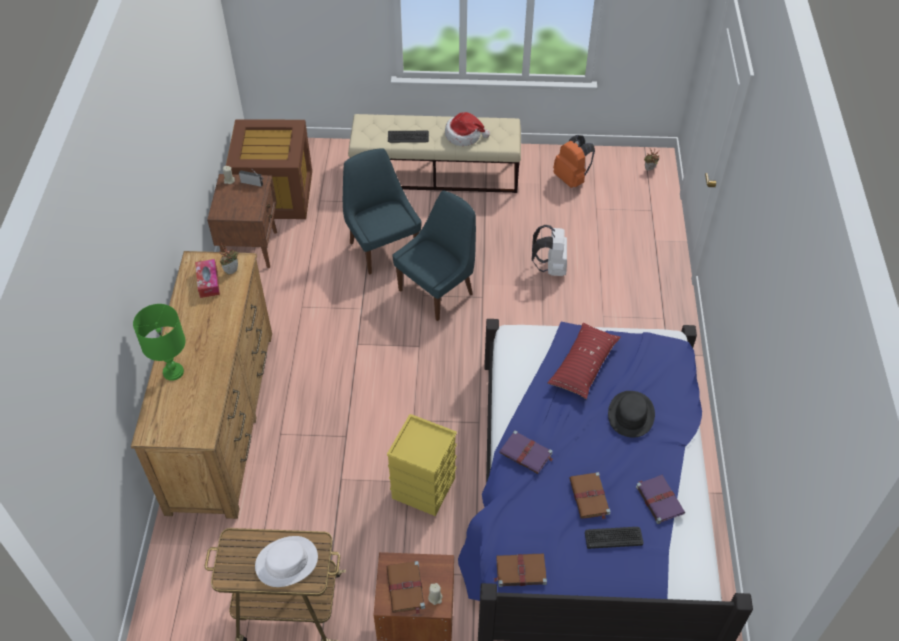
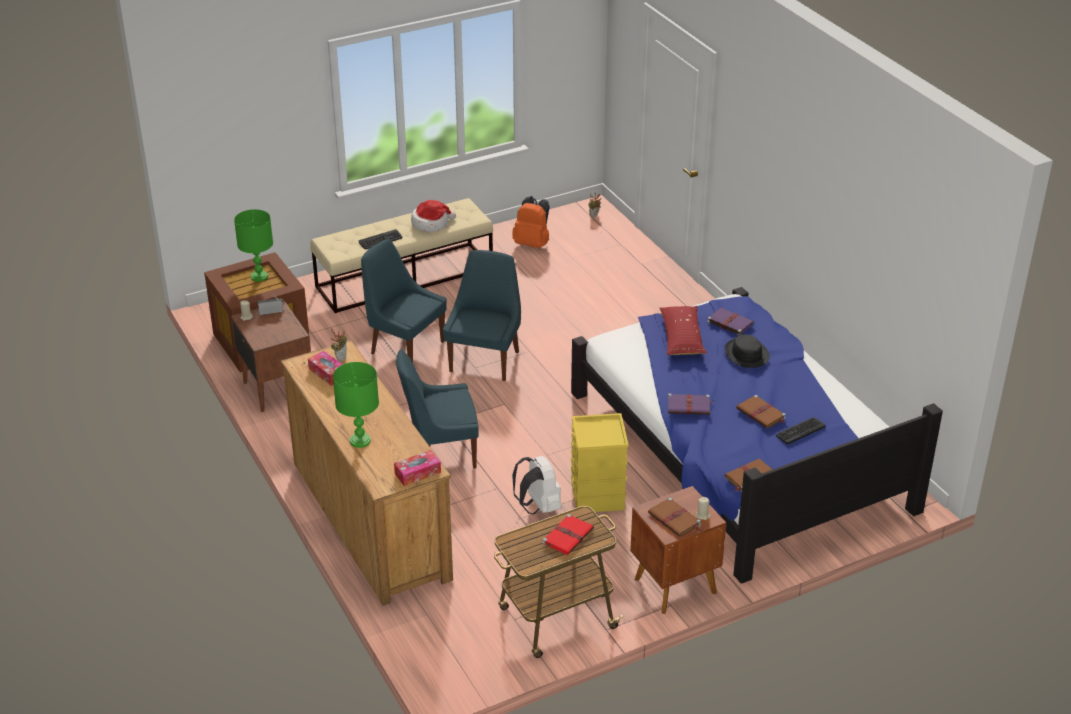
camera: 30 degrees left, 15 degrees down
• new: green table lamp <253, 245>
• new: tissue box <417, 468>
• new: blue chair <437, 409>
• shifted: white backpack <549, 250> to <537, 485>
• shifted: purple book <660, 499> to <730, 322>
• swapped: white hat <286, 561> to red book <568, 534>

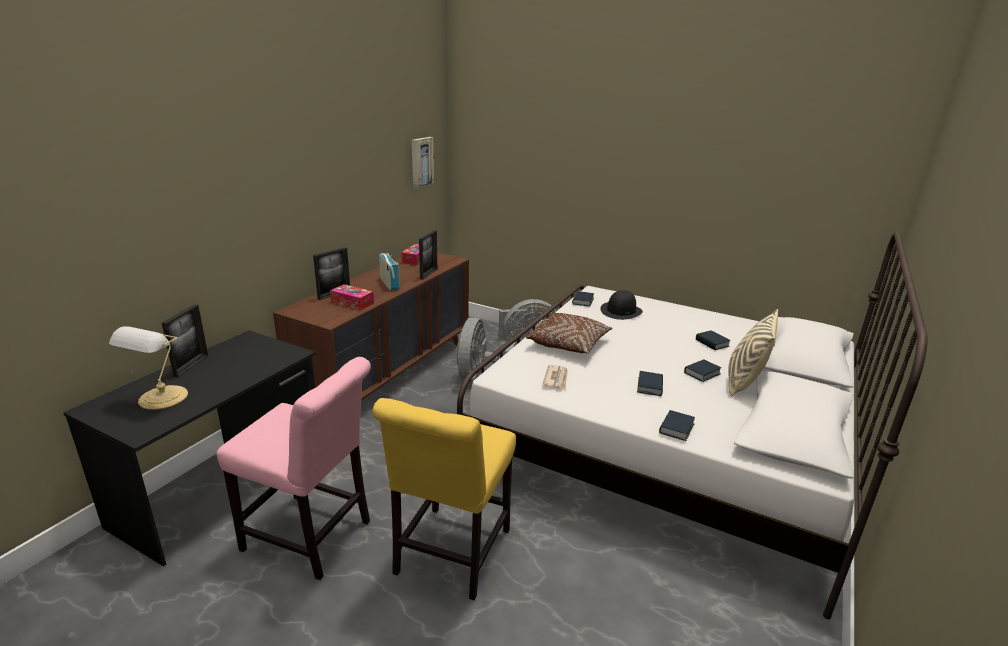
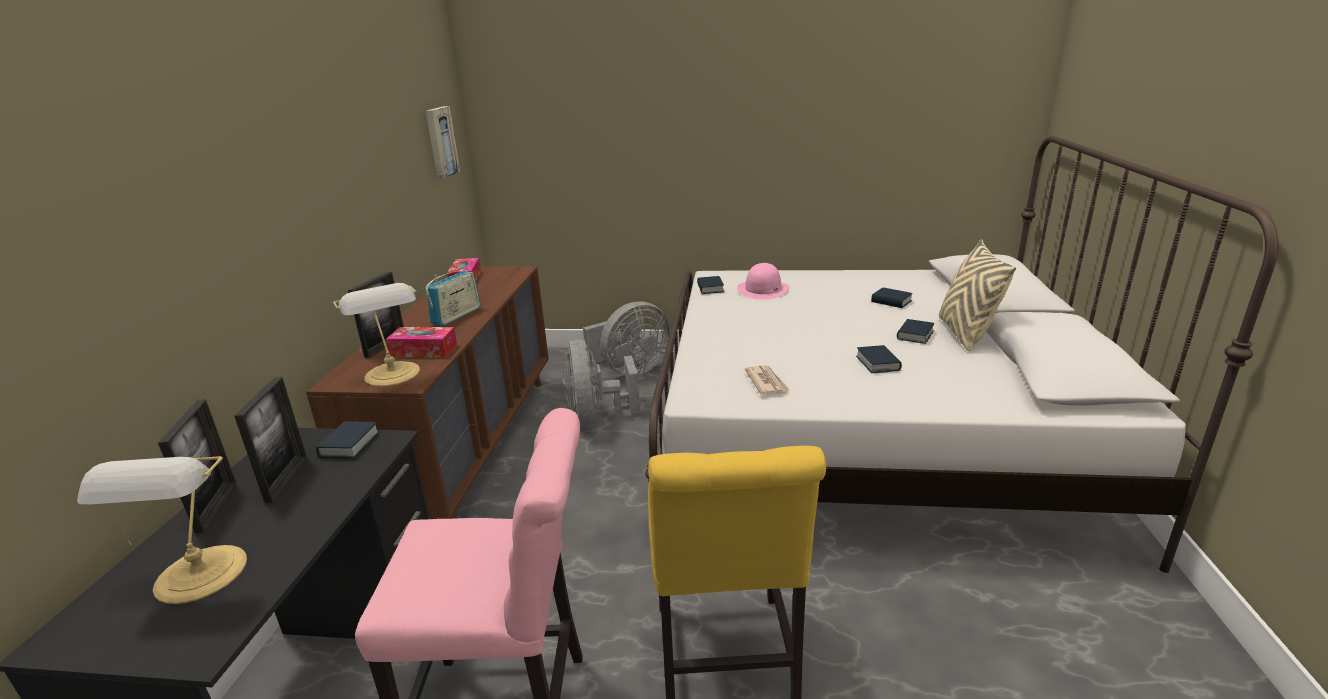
camera: 20 degrees left, 0 degrees up
• gone: brown pillow <569, 333>
• new: table lamp <376, 334>
• shifted: picture frame <428, 255> to <270, 440>
• shifted: book <677, 425> to <348, 439>
• repainted: black hat <621, 305> to pink hat <763, 281>
• rotated: radio <389, 271> = <453, 298> 75 degrees clockwise

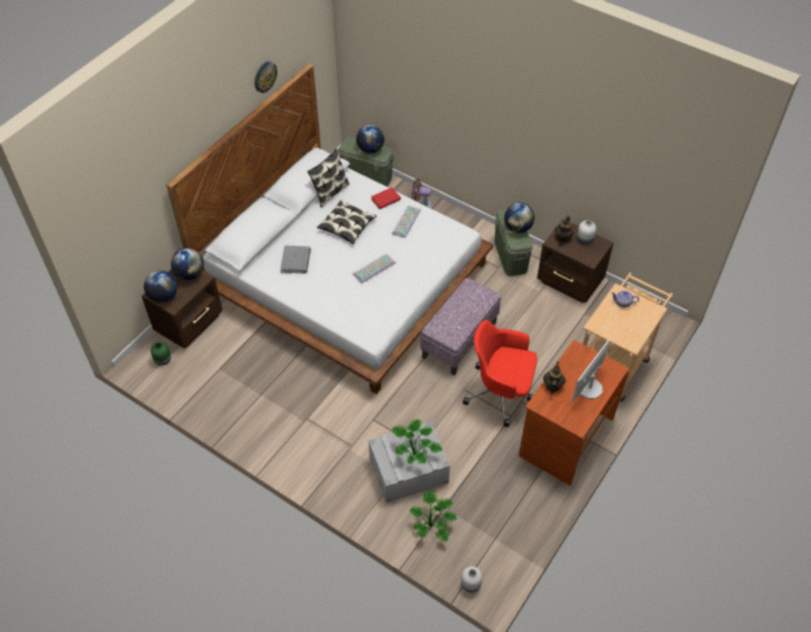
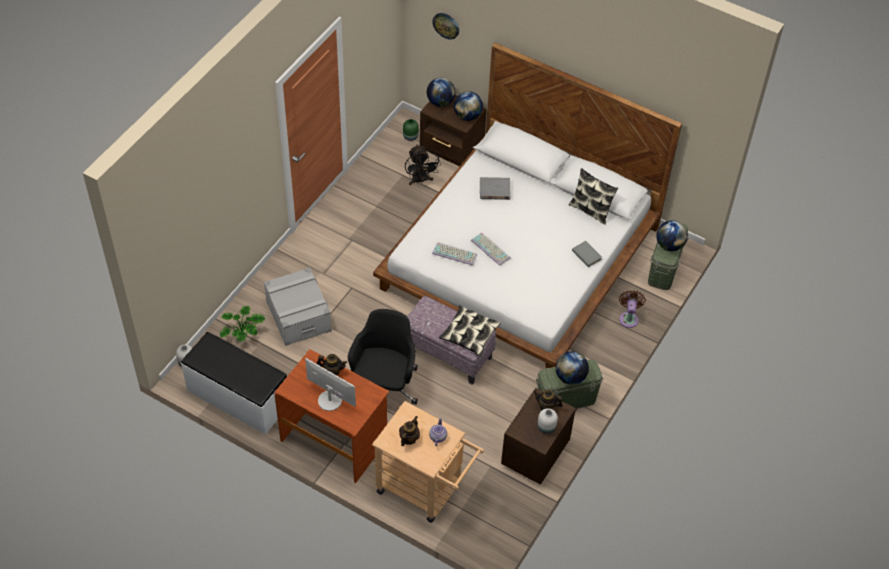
camera: 85 degrees right, 0 degrees up
• gone: potted plant <417, 442>
• new: white bench <234, 383>
• new: teapot <409, 431>
• new: black fan <423, 164>
• shifted: wall clock <266, 77> to <445, 26>
• shifted: pillow <347, 222> to <470, 330>
• shifted: keyboard <406, 221> to <454, 254>
• repainted: red book <386, 198> to grey book <587, 254>
• repainted: red office chair <500, 373> to black office chair <383, 356>

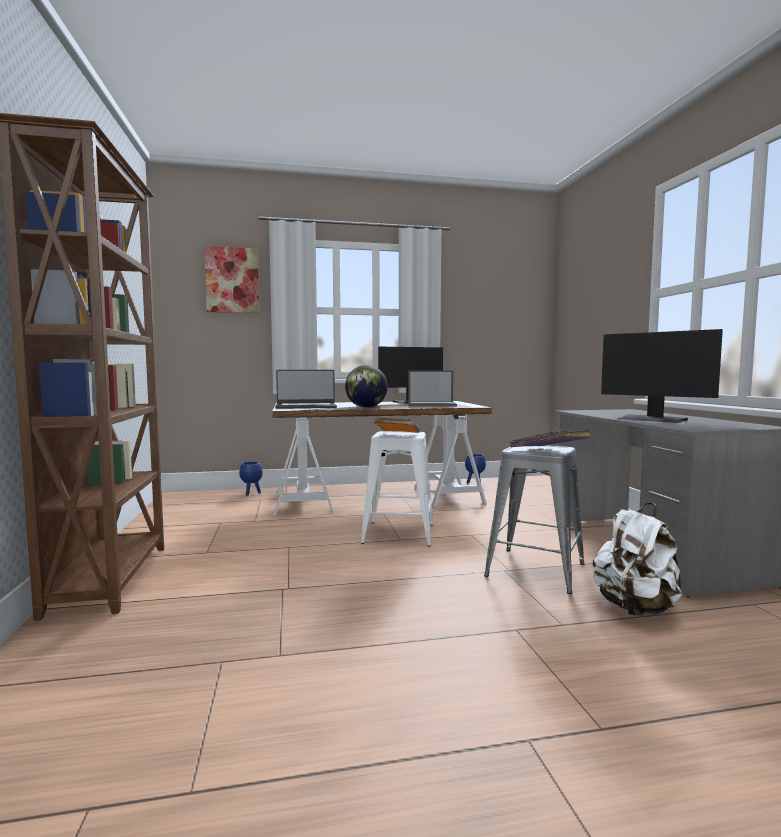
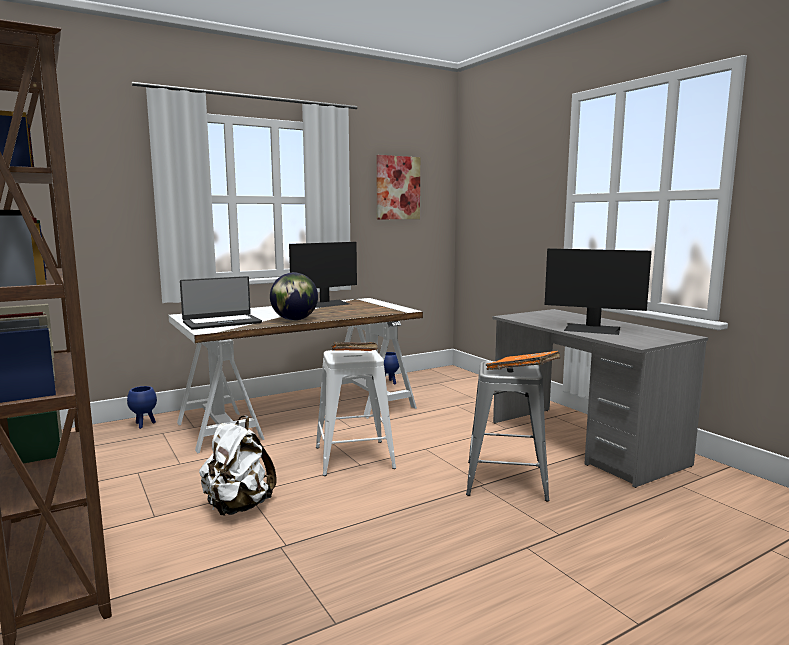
camera: 20 degrees left, 5 degrees up
• gone: laptop <432, 388>
• shifted: picture <232, 279> to <398, 187>
• shifted: white backpack <637, 559> to <238, 465>
• repainted: purple book <550, 438> to orange book <523, 360>

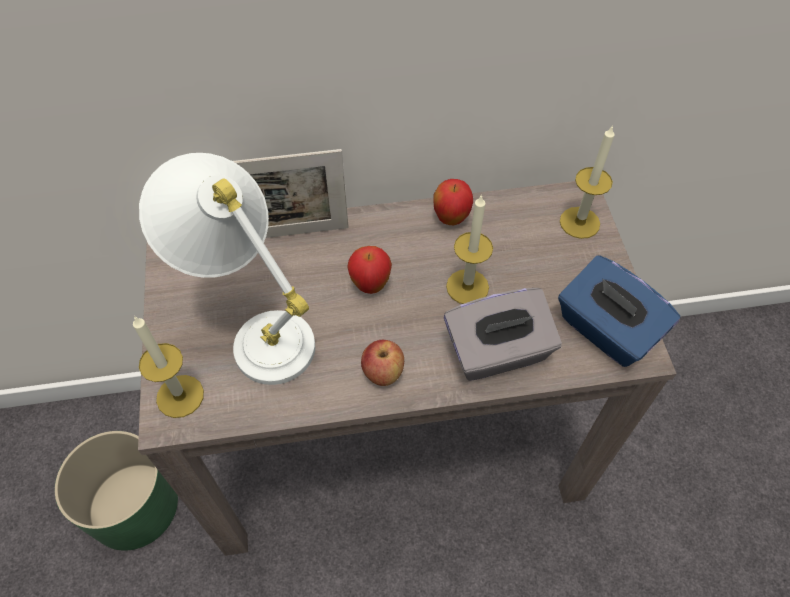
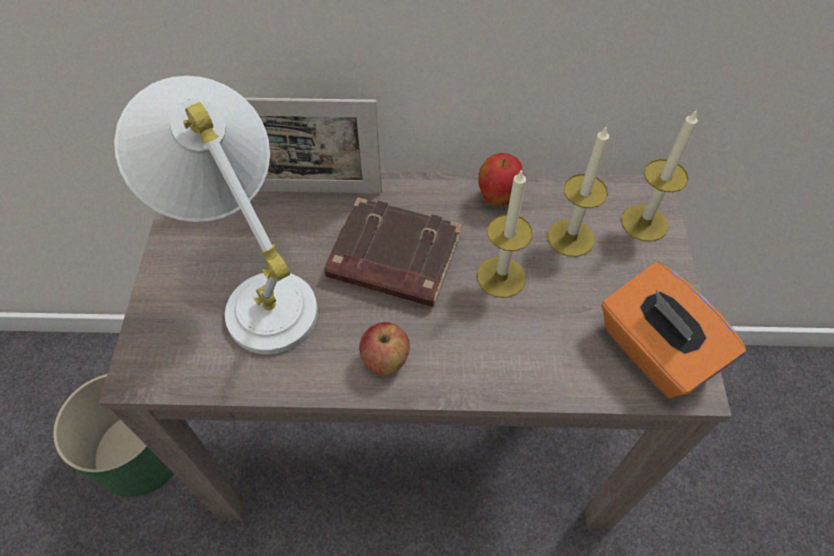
camera: 10 degrees right, 0 degrees up
• gone: grey tissue box <503, 334>
• shifted: candle <168, 367> to <578, 191>
• swapped: apple <369, 270> to brown book <393, 252>
• repainted: blue tissue box <619, 311> to orange tissue box <673, 330>

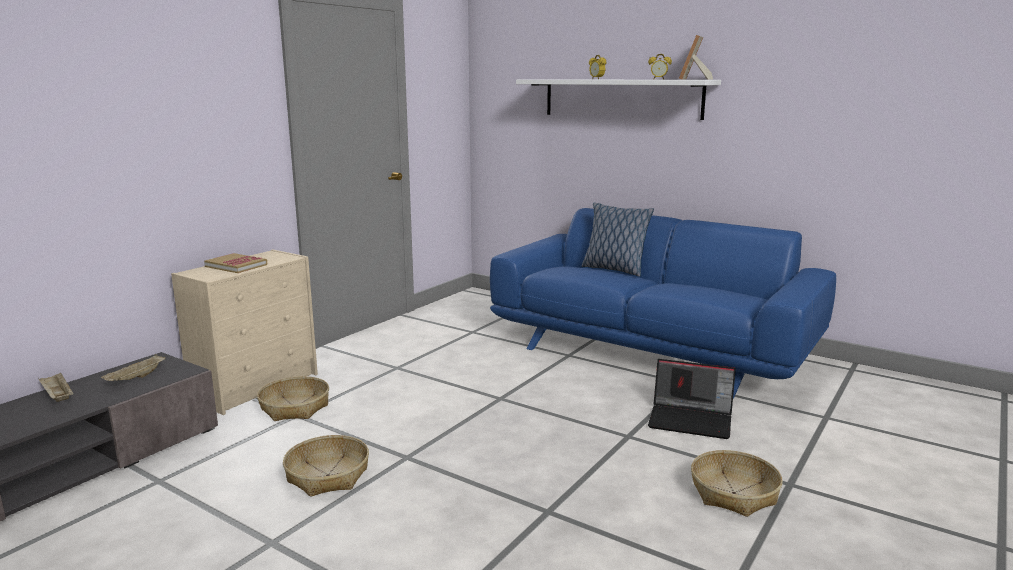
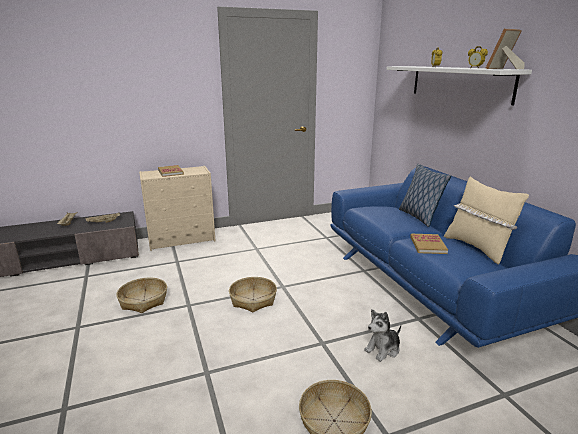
camera: 35 degrees right, 5 degrees up
• new: book <429, 244>
• new: beige pillow <486, 220>
• shifted: basket <293, 398> to <253, 294>
• swapped: laptop <692, 399> to plush toy <382, 335>

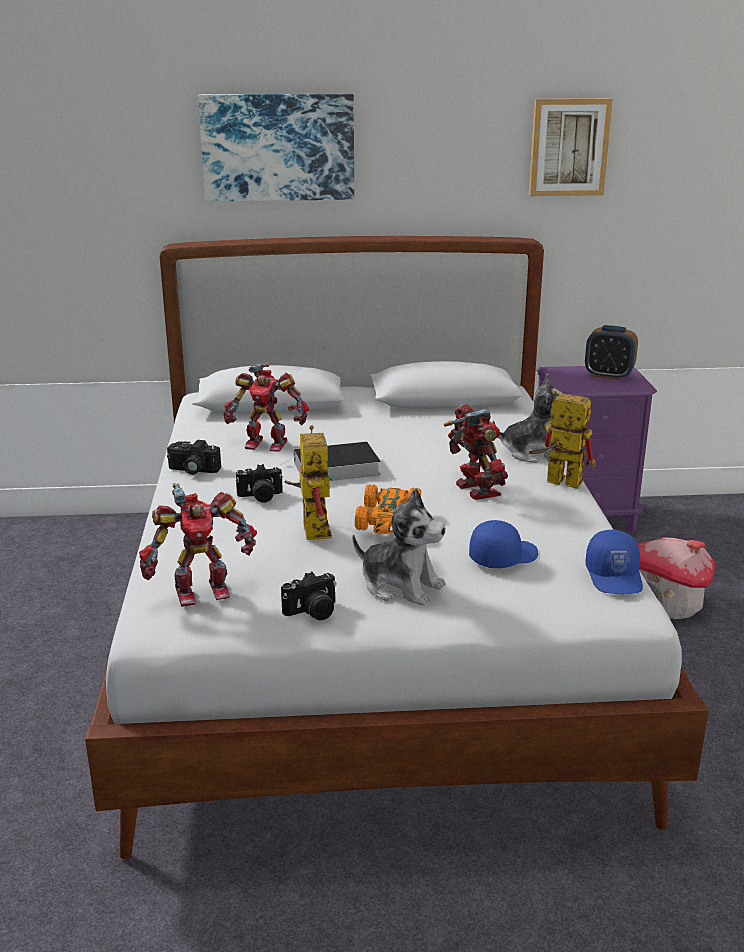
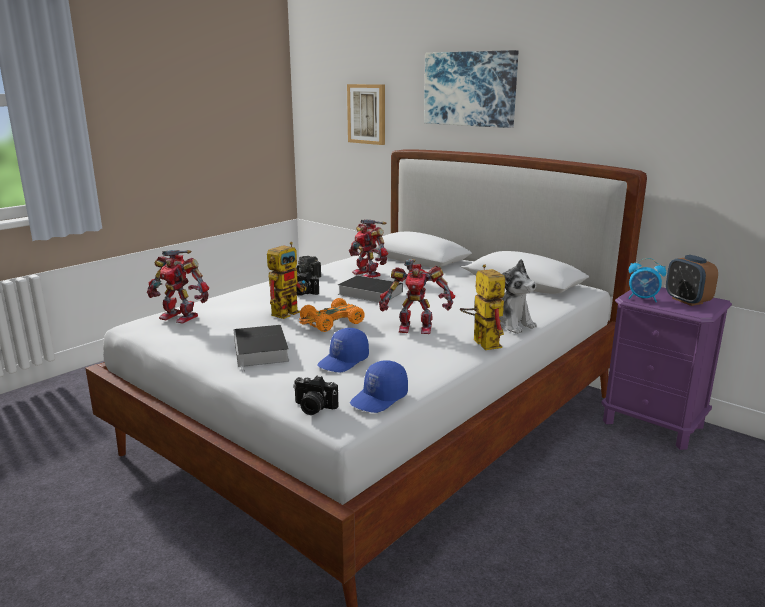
camera: 45 degrees right, 5 degrees down
• gone: toy house <676, 578>
• new: alarm clock <647, 280>
• shifted: photo camera <309, 595> to <315, 395>
• shifted: picture <571, 147> to <366, 114>
• swapped: plush toy <399, 547> to book <261, 348>
• rotated: toy robot <476, 452> = <417, 296> 75 degrees clockwise
• rotated: blue cap <503, 544> = <343, 350> 120 degrees clockwise

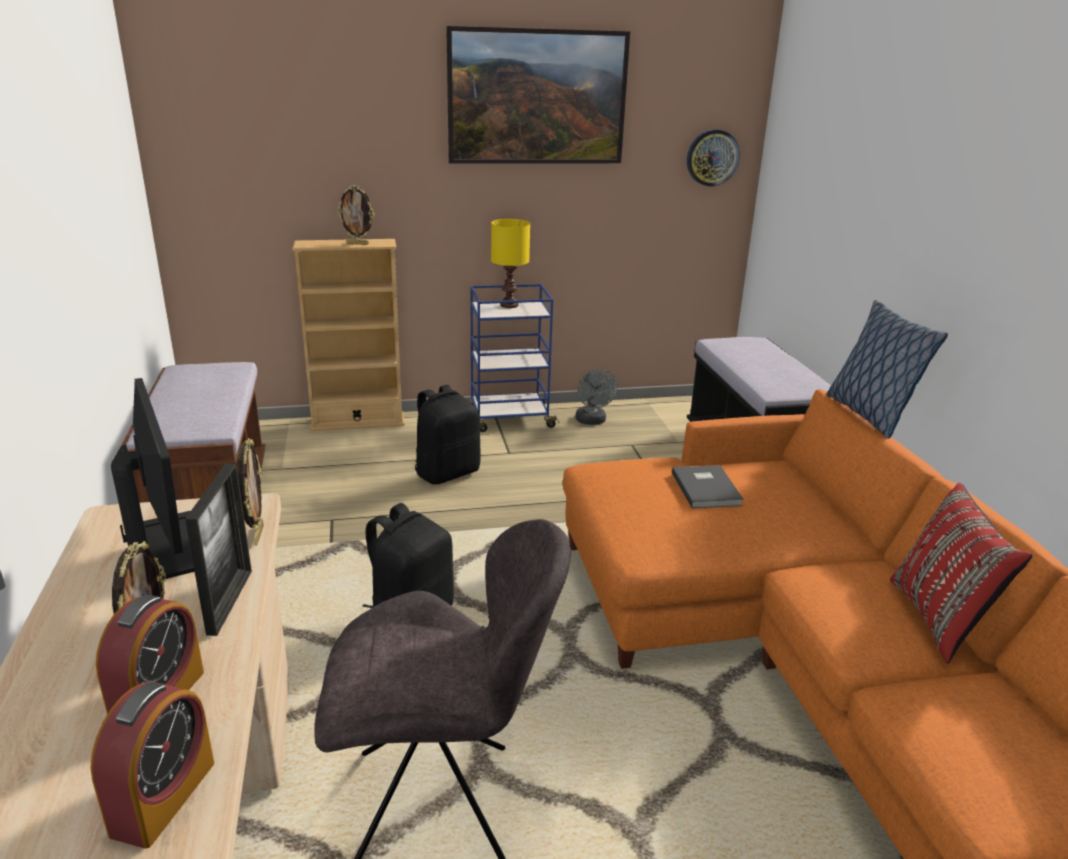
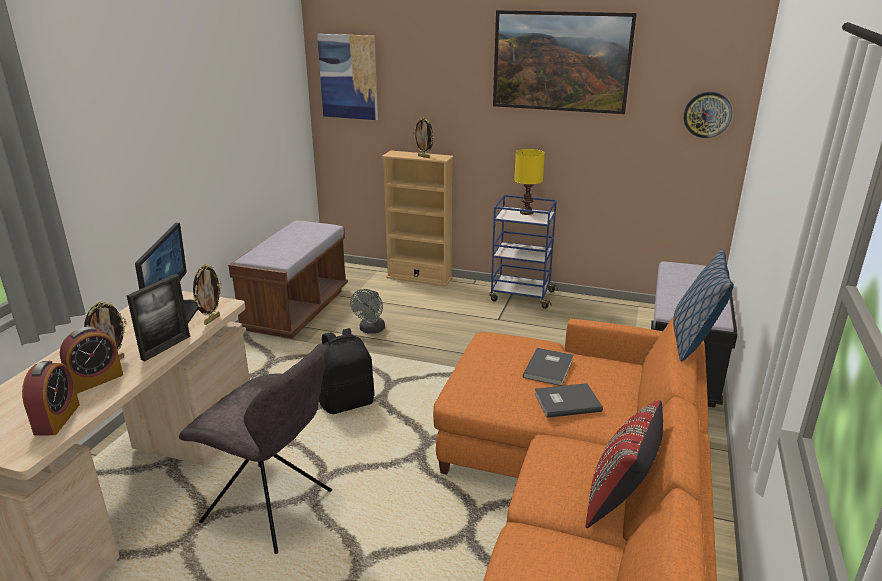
camera: 30 degrees right, 0 degrees up
• gone: black backpack <448, 435>
• new: picture <347, 77>
• new: grey book <568, 400>
• shifted: grey fan <596, 397> to <367, 311>
• rotated: alarm clock <152, 765> = <51, 398> 45 degrees counterclockwise

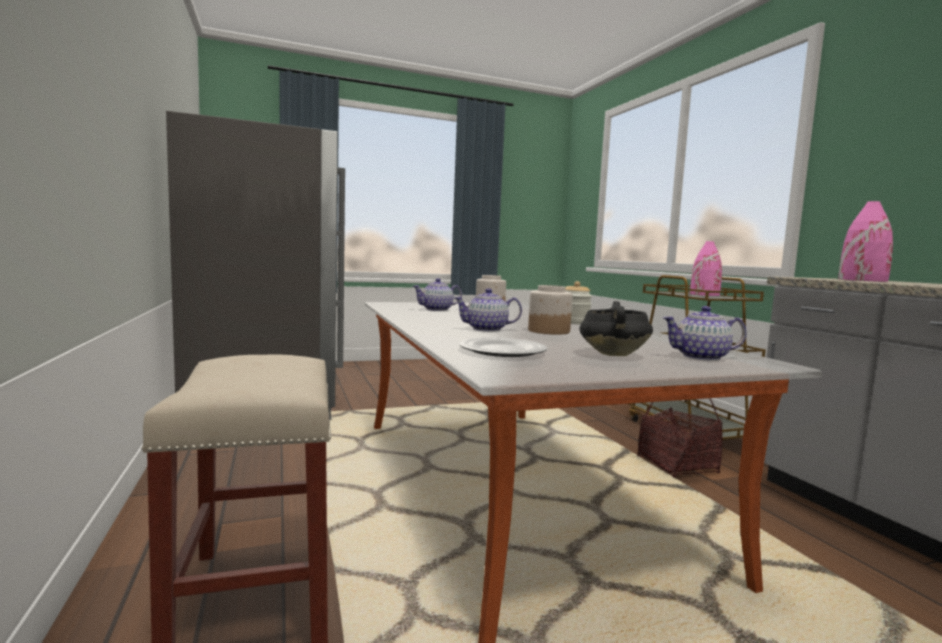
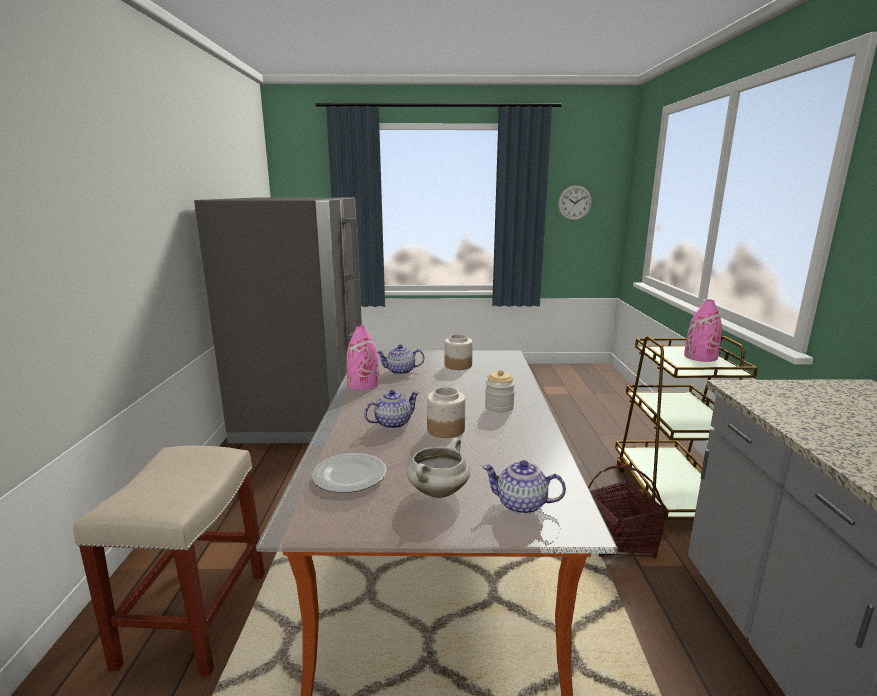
camera: 20 degrees right, 10 degrees up
• new: wall clock <575, 203>
• shifted: pink vase <865, 241> to <362, 357>
• repainted: black cooking pot <616, 328> to white cooking pot <438, 468>
• rotated: teapot <488, 310> = <391, 409> 135 degrees clockwise

